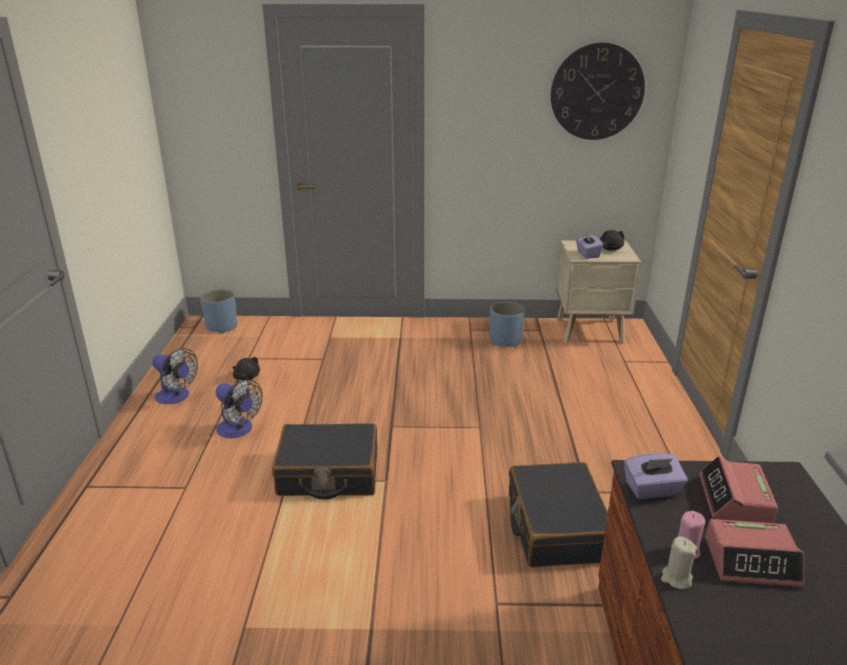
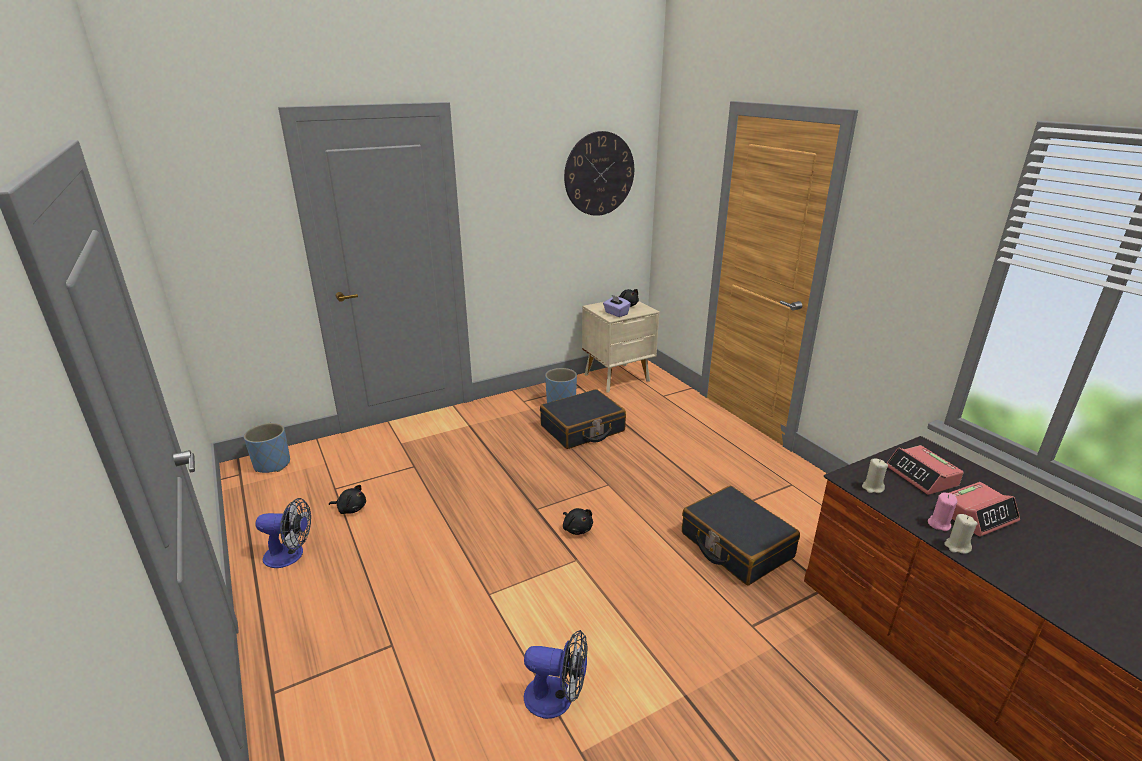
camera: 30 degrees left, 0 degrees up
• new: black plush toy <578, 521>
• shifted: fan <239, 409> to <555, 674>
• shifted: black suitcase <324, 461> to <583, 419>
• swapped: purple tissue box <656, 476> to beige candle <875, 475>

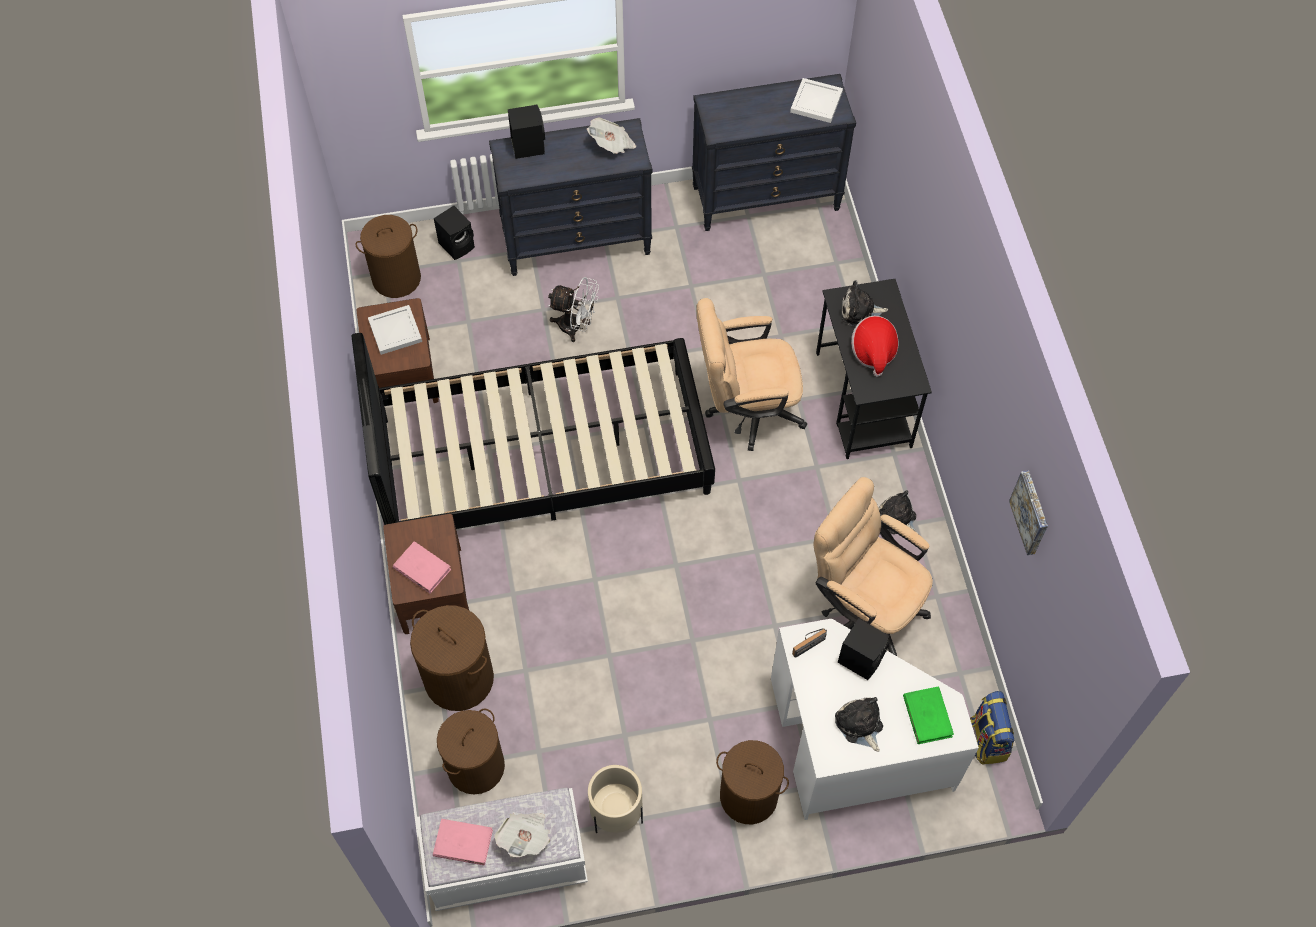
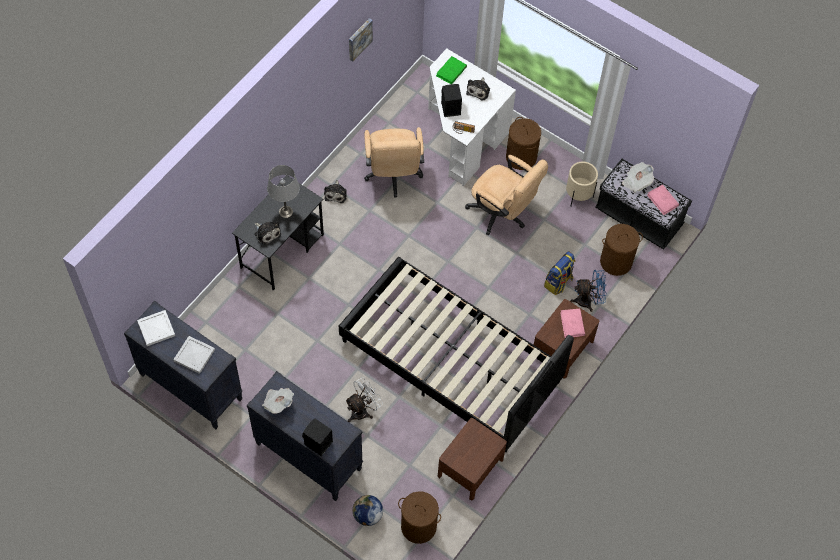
camera: 135 degrees left, 0 degrees up
• shifted: white tray <395, 330> to <194, 355>
• shifted: beige office chair <752, 374> to <506, 195>
• shifted: backpack <992, 728> to <560, 273>
• swapped: brown laundry basket <452, 658> to blue fan <588, 291>
• swapped: black speaker <454, 233> to globe <367, 510>
• swapped: hat <874, 346> to grey table lamp <283, 191>
• repainted: white bench <502, 849> to black bench <643, 204>
• rotated: white fan <573, 309> = <364, 399> 75 degrees clockwise

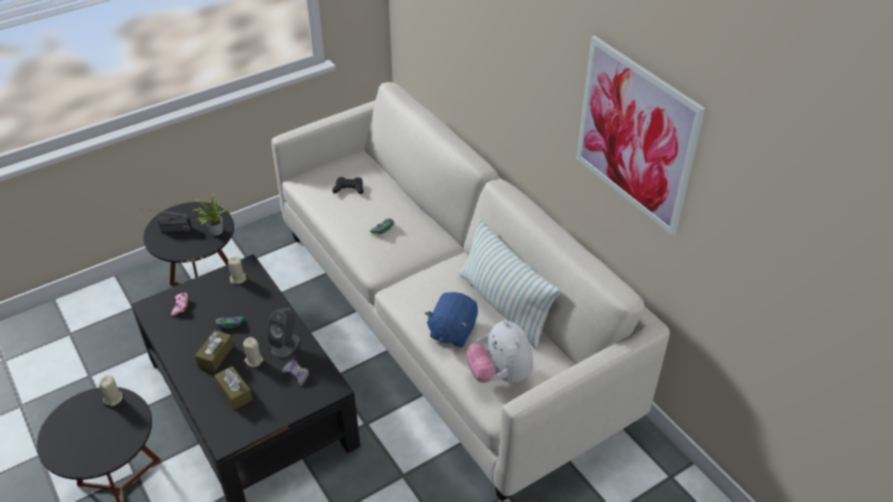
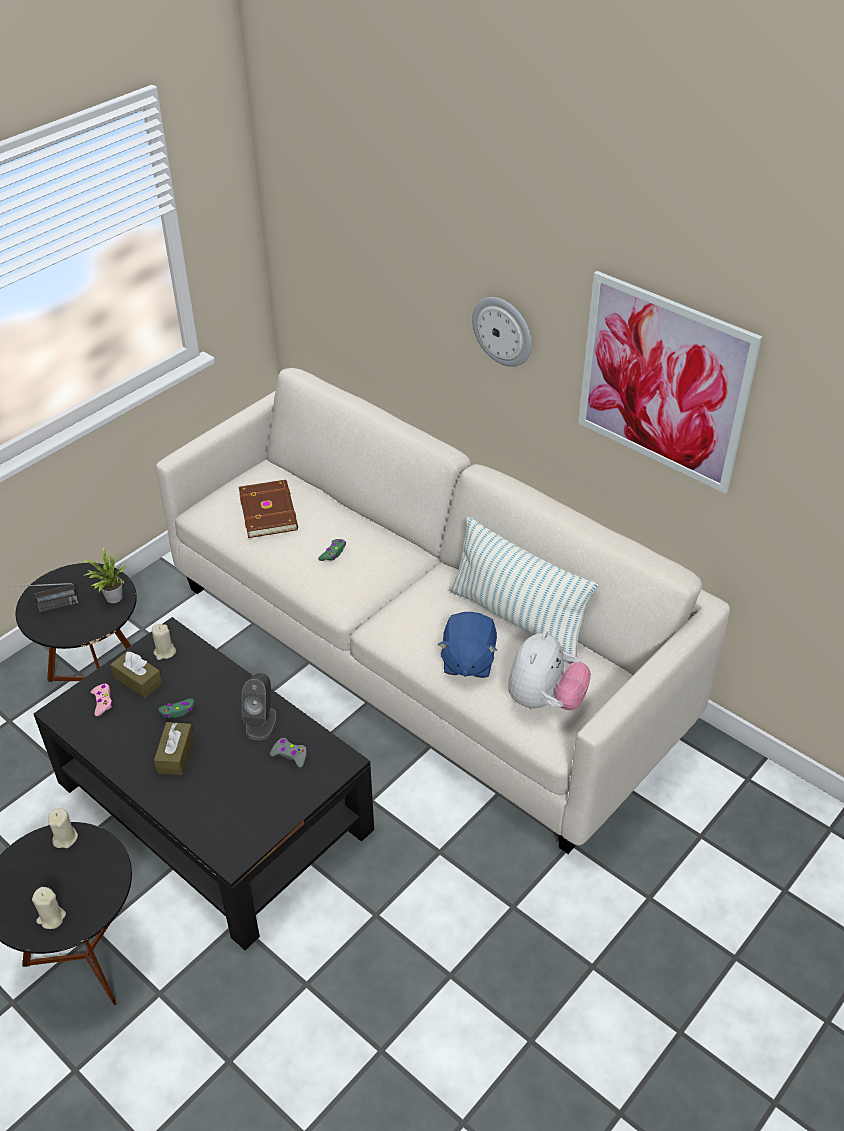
camera: 15 degrees left, 0 degrees up
• new: wall clock <502, 332>
• shifted: brown tissue box <233, 388> to <136, 674>
• shifted: beige candle <253, 352> to <49, 908>
• swapped: black game controller <348, 185> to brown book <268, 509>
• rotated: plush toy <500, 351> = <549, 670> 120 degrees counterclockwise

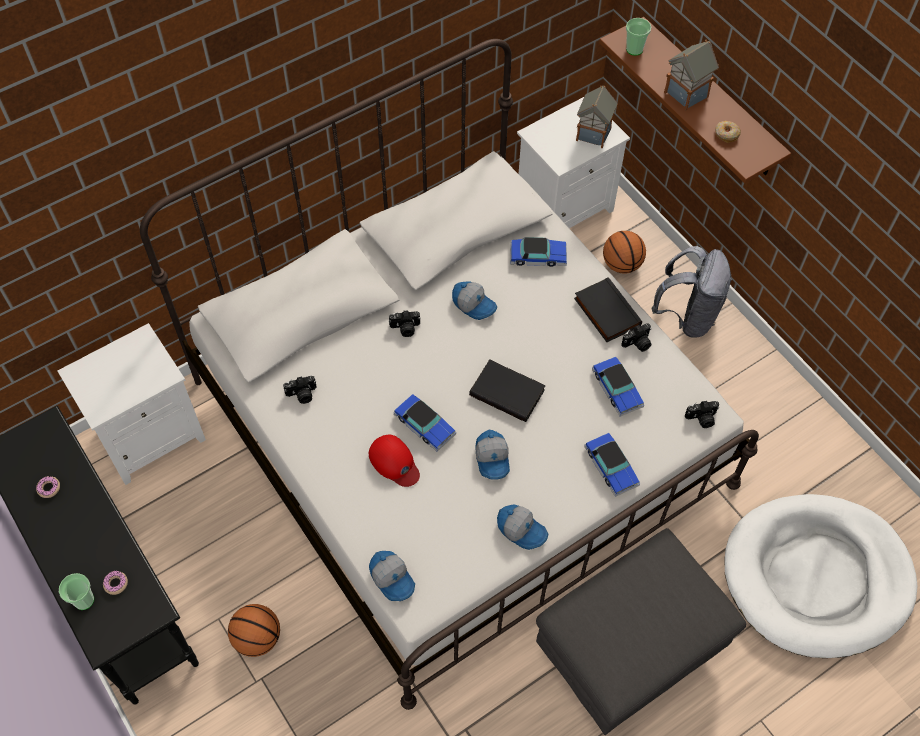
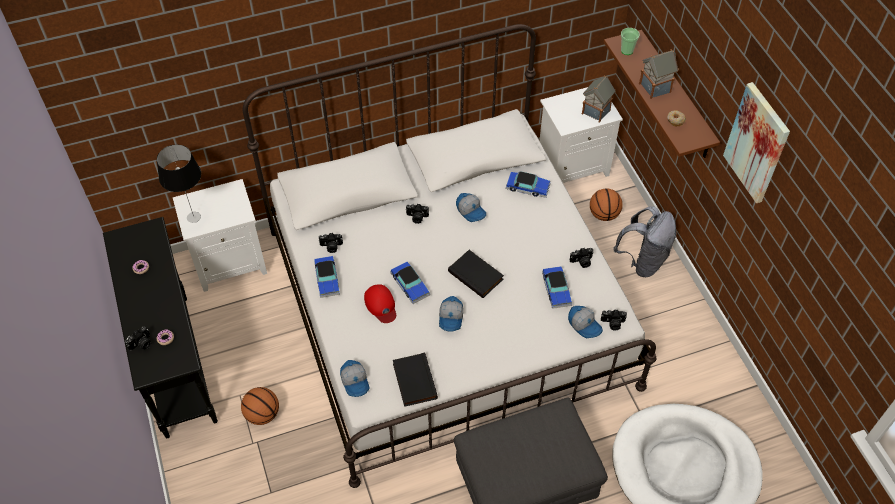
camera: 15 degrees right, 5 degrees down
• new: table lamp <179, 184>
• new: picture <756, 142>
• shifted: cap <522, 527> to <585, 322>
• shifted: black book <608, 309> to <415, 380>
• shifted: toy car <612, 465> to <327, 277>
• swapped: cup <76, 591> to photo camera <138, 338>

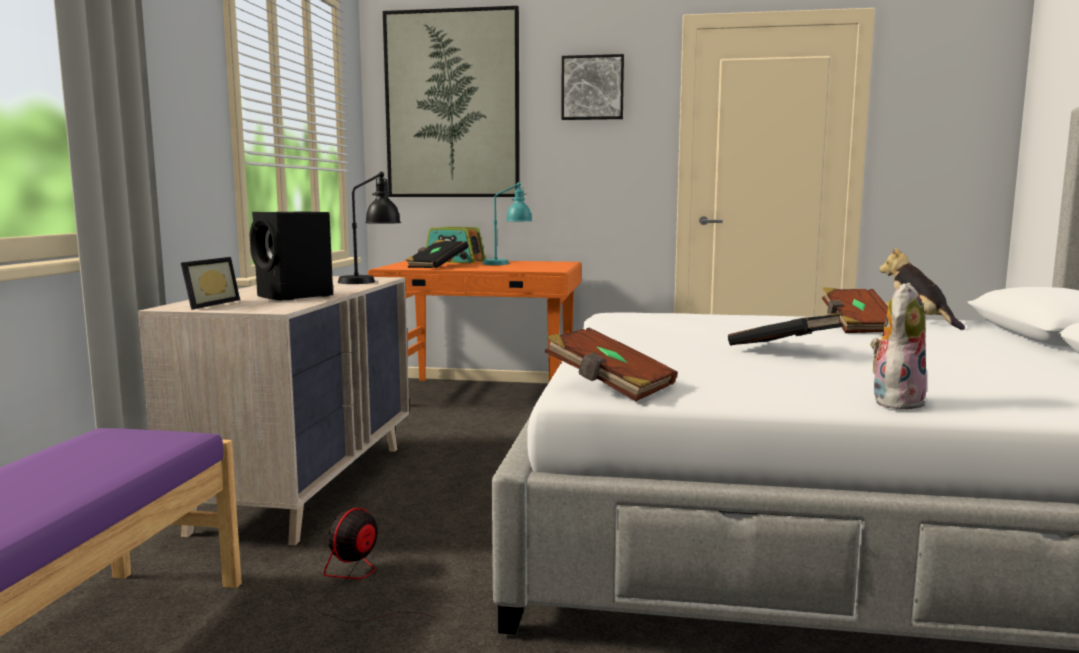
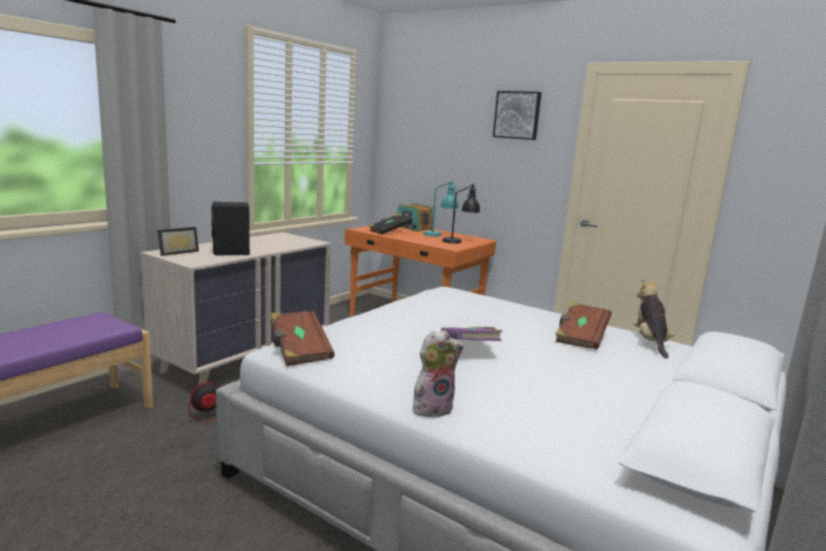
camera: 25 degrees right, 5 degrees up
• gone: picture <451, 101>
• shifted: black table lamp <369, 228> to <461, 214>
• repainted: black book <785, 328> to purple book <471, 334>

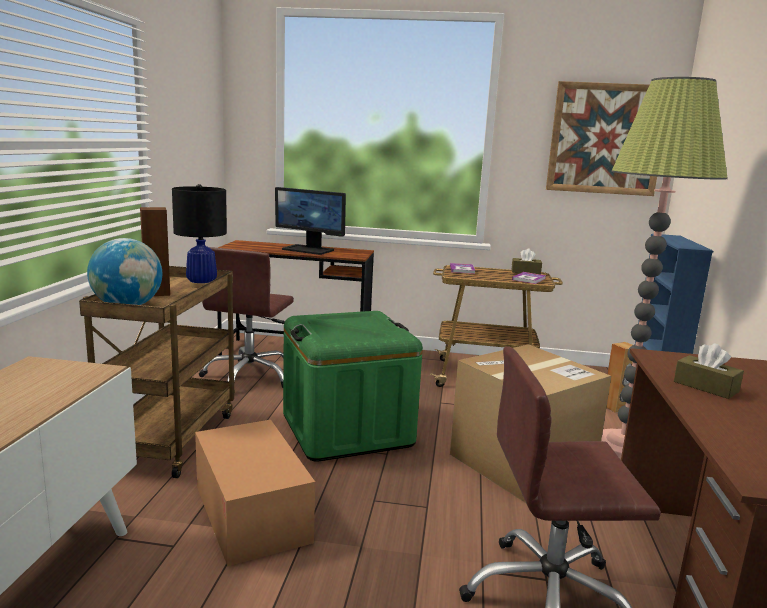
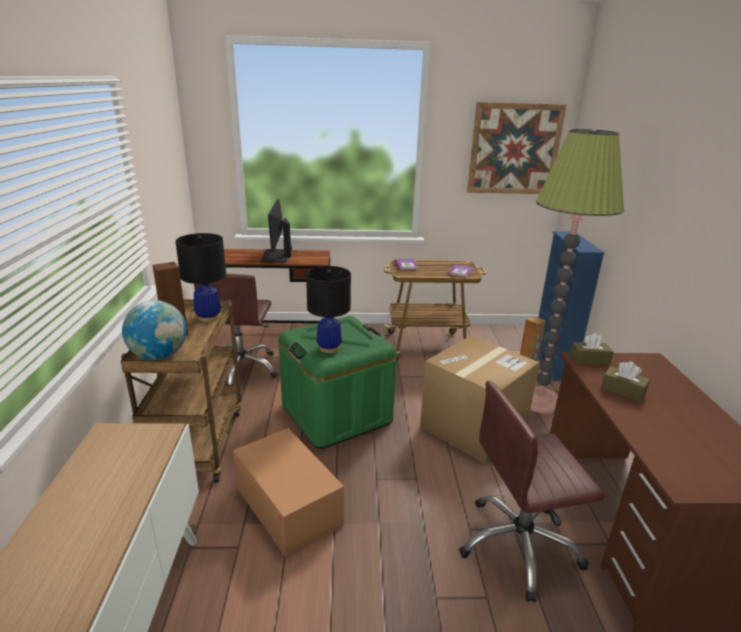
camera: 10 degrees left, 10 degrees up
• new: black table lamp <328, 309>
• shifted: brown tissue box <527, 261> to <592, 349>
• rotated: monitor <310, 221> = <276, 231> 75 degrees clockwise

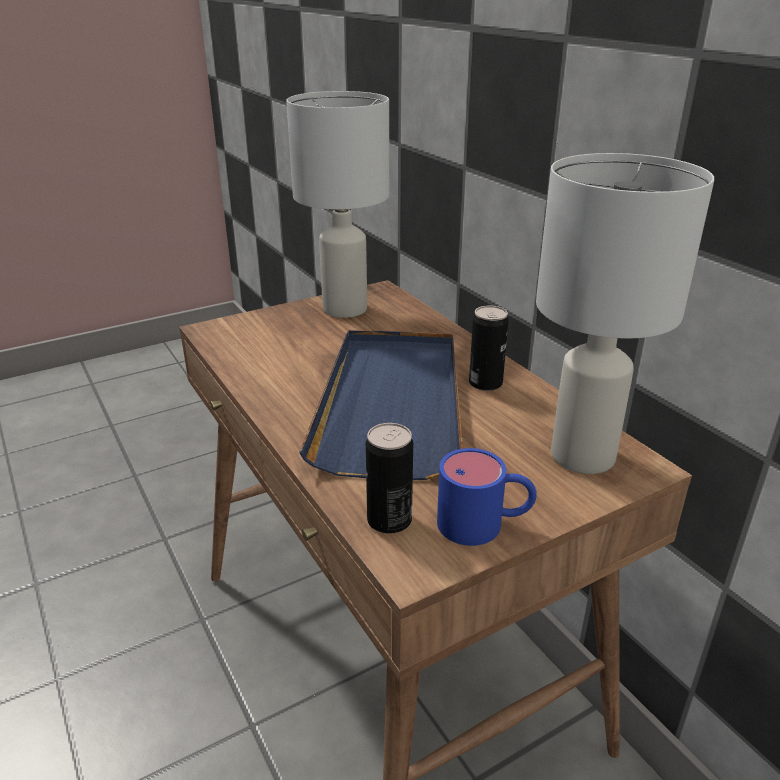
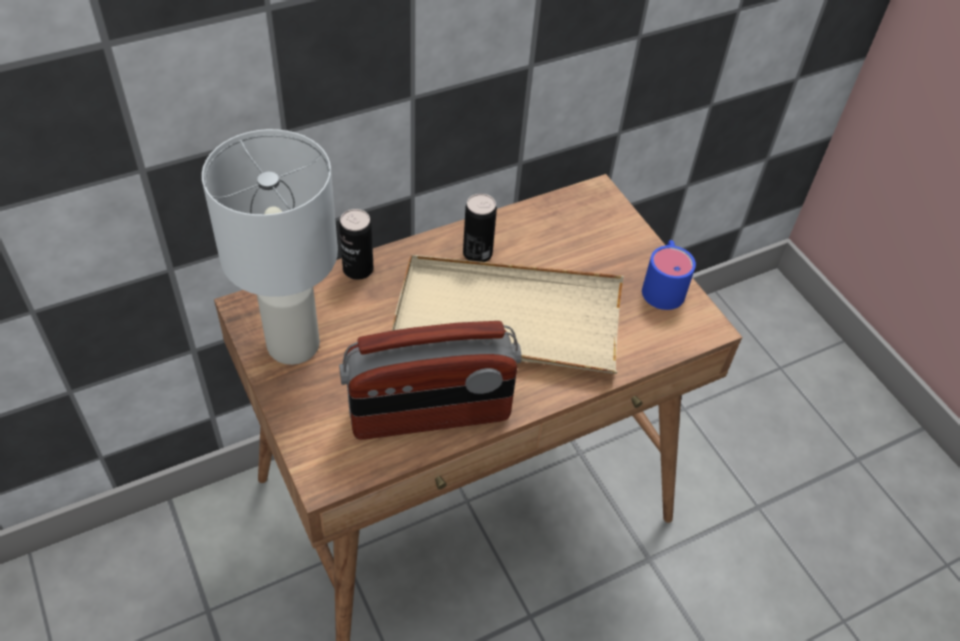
camera: 90 degrees left, 20 degrees up
• gone: white table lamp <625, 313>
• new: radio <430, 380>
• shifted: can <389, 478> to <356, 244>
• repainted: blue tray <381, 405> to beige tray <507, 314>

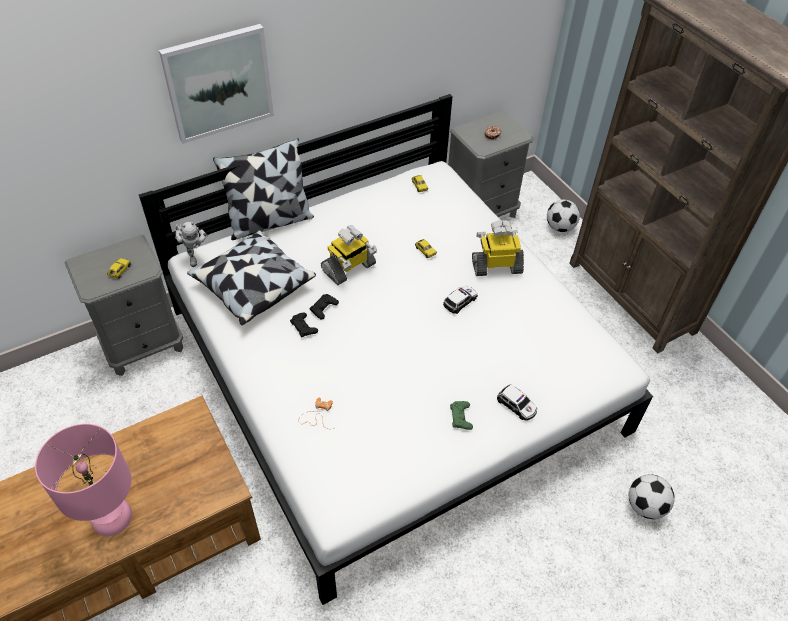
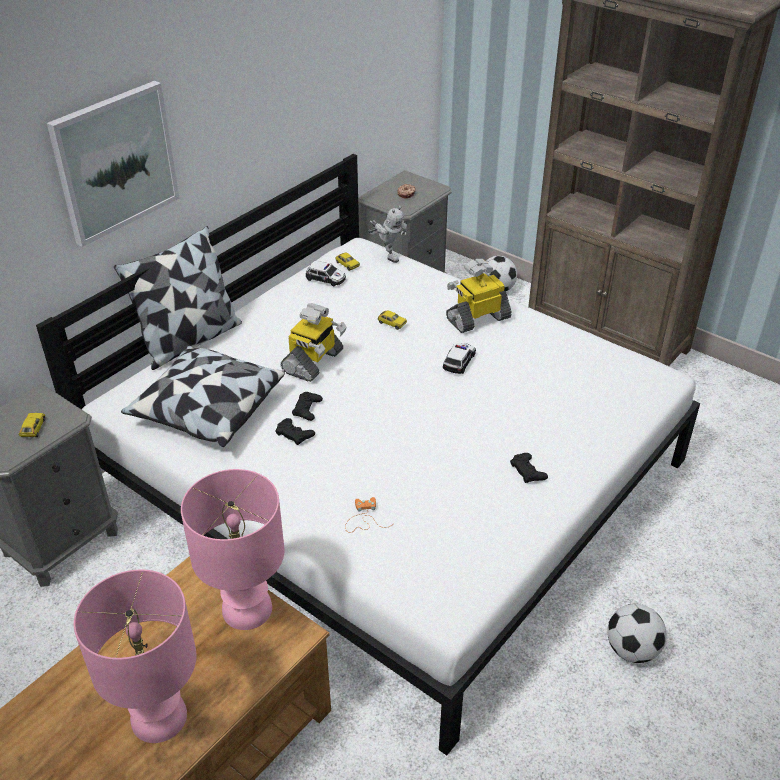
camera: 20 degrees left, 10 degrees down
• new: pink table lamp <232, 549>
• shifted: toy robot <191, 244> to <387, 234>
• shifted: toy car <517, 403> to <326, 273>
• shifted: football <652, 496> to <637, 633>
• repainted: green game controller <461, 415> to black game controller <529, 468>

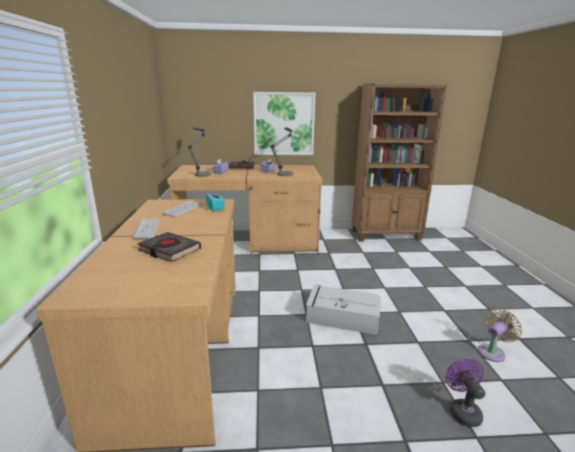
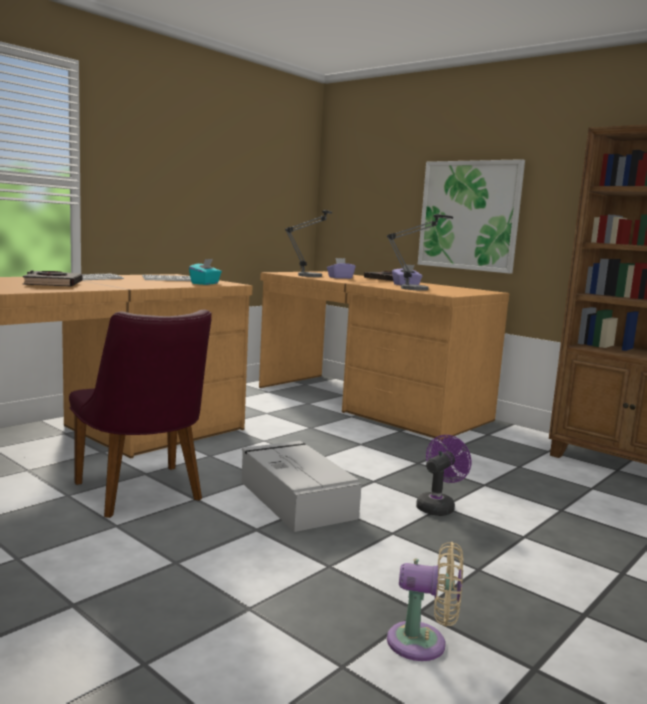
camera: 45 degrees right, 10 degrees down
• new: purple chair <140, 414>
• shifted: purple fan <466, 392> to <443, 475>

